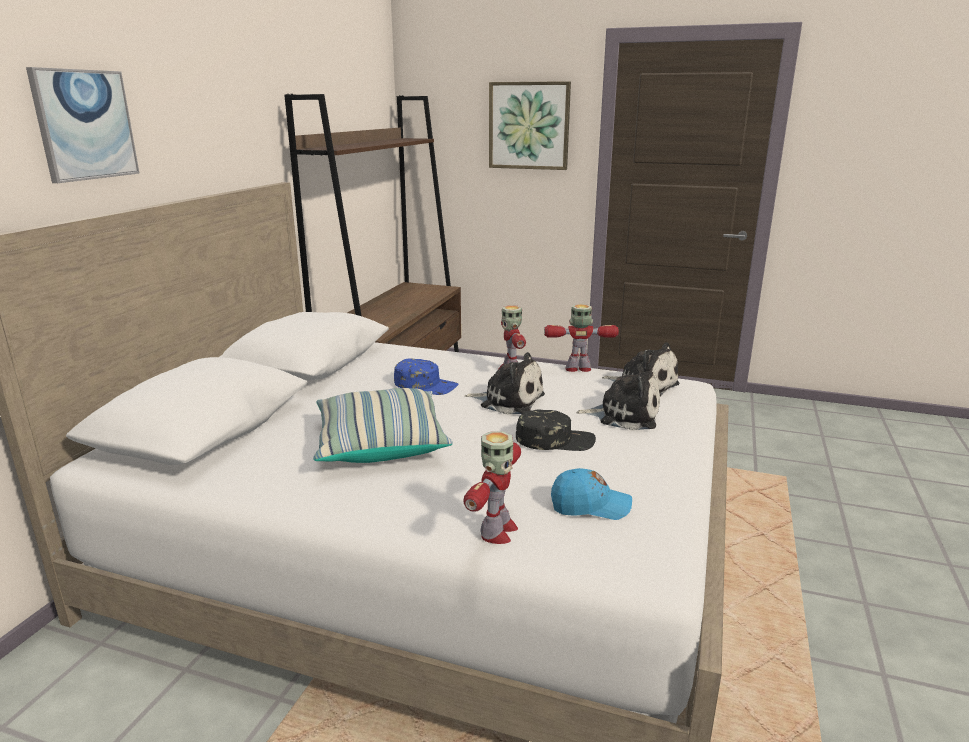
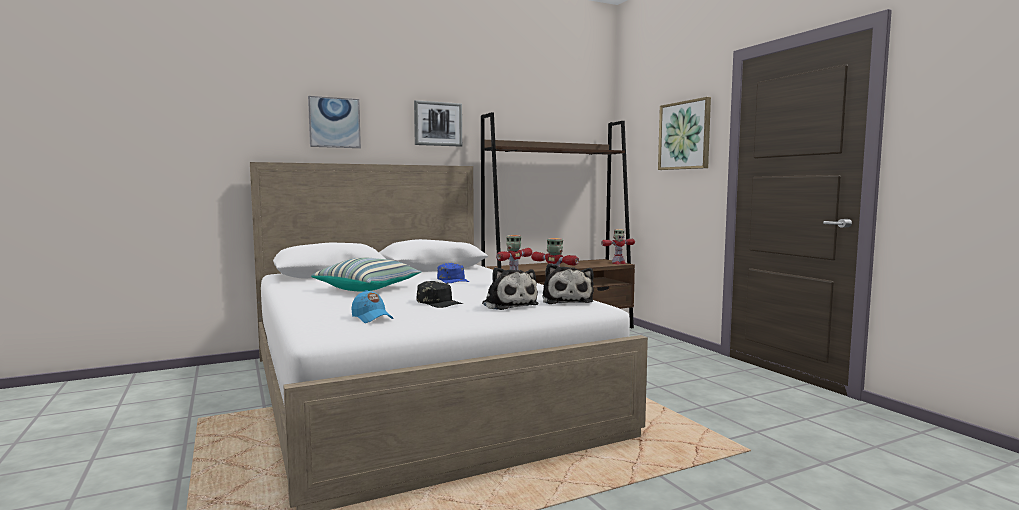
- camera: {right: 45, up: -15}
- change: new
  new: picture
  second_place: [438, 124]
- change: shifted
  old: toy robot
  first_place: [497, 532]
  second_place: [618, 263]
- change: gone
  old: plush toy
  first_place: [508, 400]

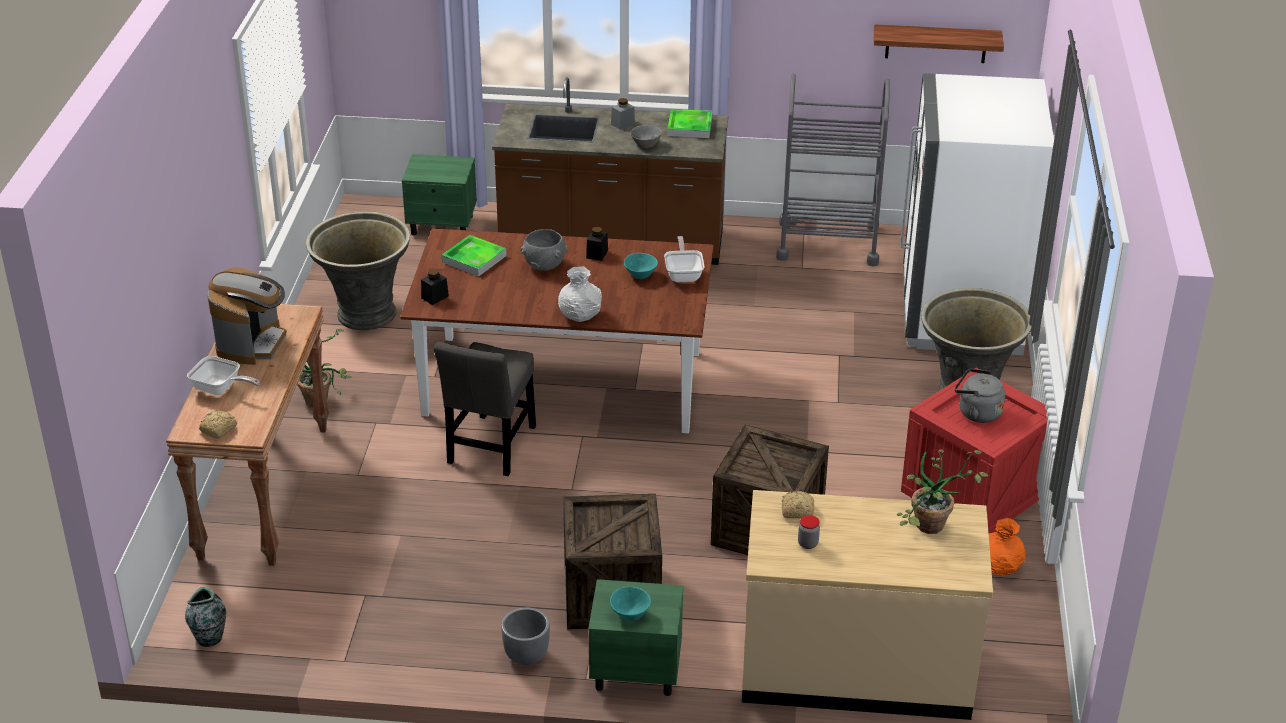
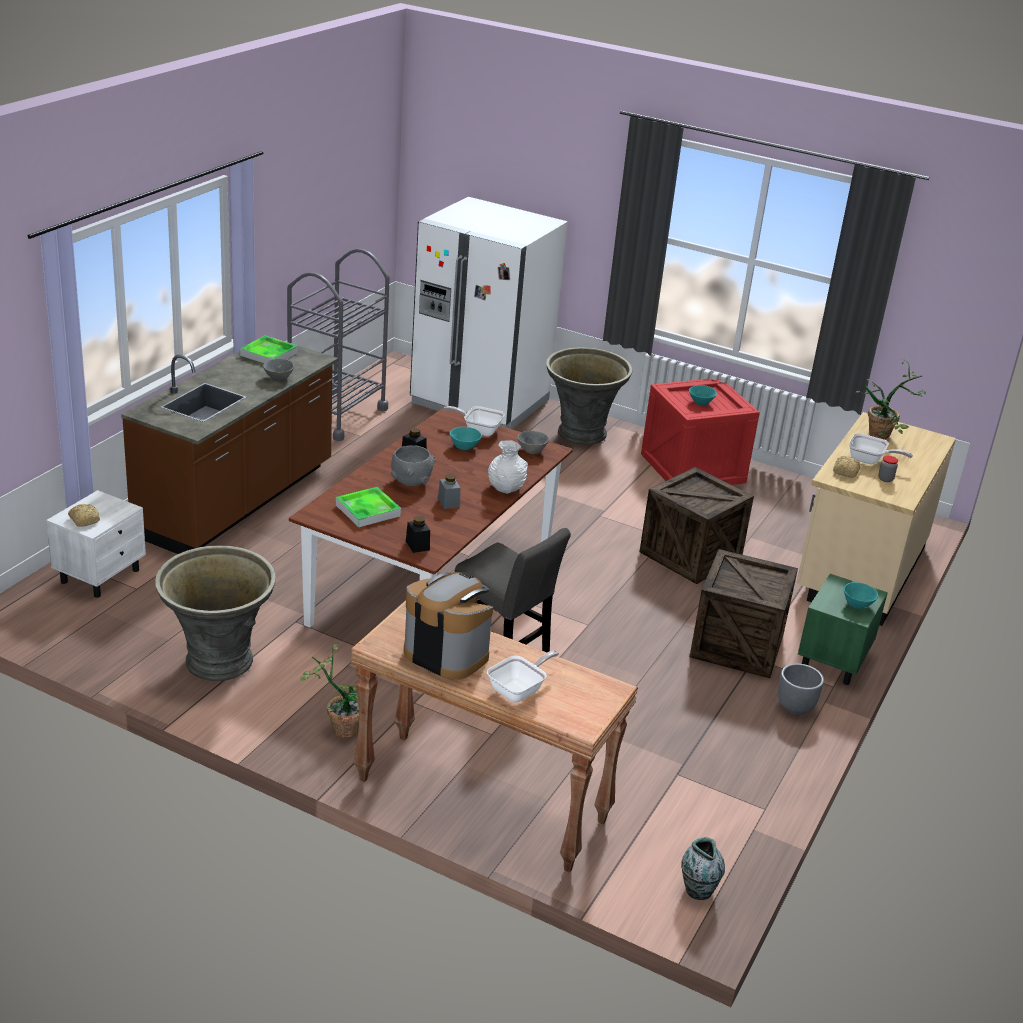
- camera: {right: -70, up: -5}
- change: repainted
  old: nightstand (green)
  new: nightstand (white)
  first_place: [443, 225]
  second_place: [101, 575]
- change: shifted
  old: bread
  first_place: [219, 429]
  second_place: [84, 520]
- change: shifted
  old: jar (grey)
  first_place: [622, 124]
  second_place: [448, 502]
- change: new
  new: bowl (grey)
  second_place: [532, 450]
- change: swapped
  old: kettle (grey)
  new: bowl (turquoise)
  first_place: [976, 412]
  second_place: [700, 402]
- change: new
  new: frying pan
  second_place: [869, 460]
- change: gone
  old: shelf
  first_place: [936, 43]
- change: gone
  old: vase (orange)
  first_place: [999, 568]

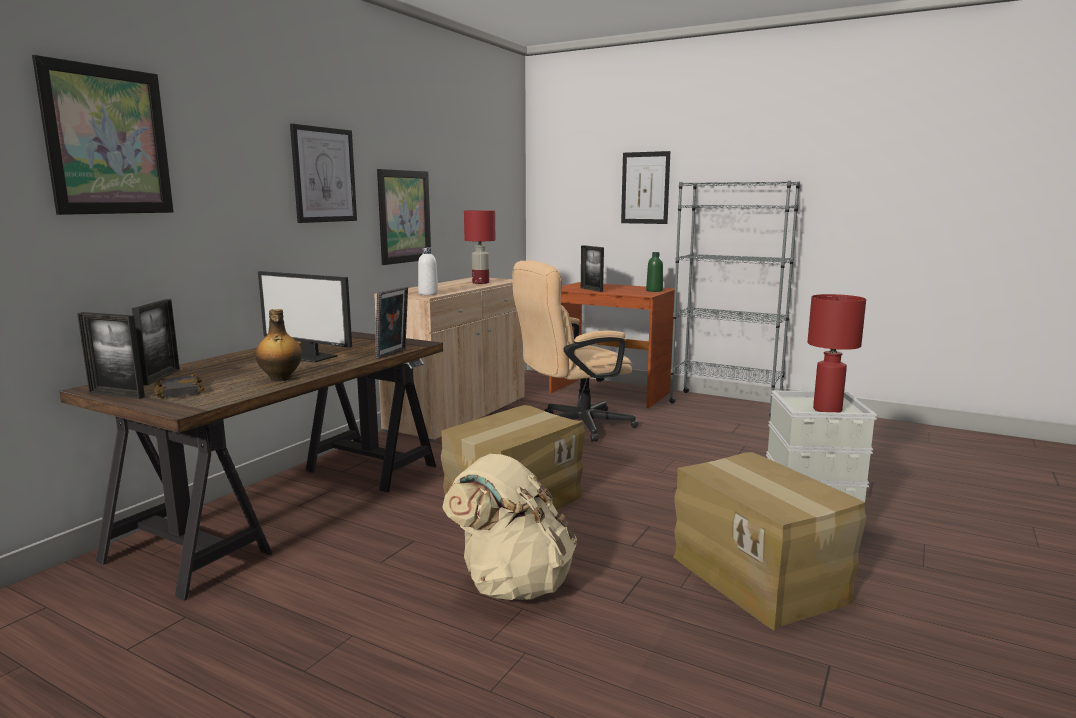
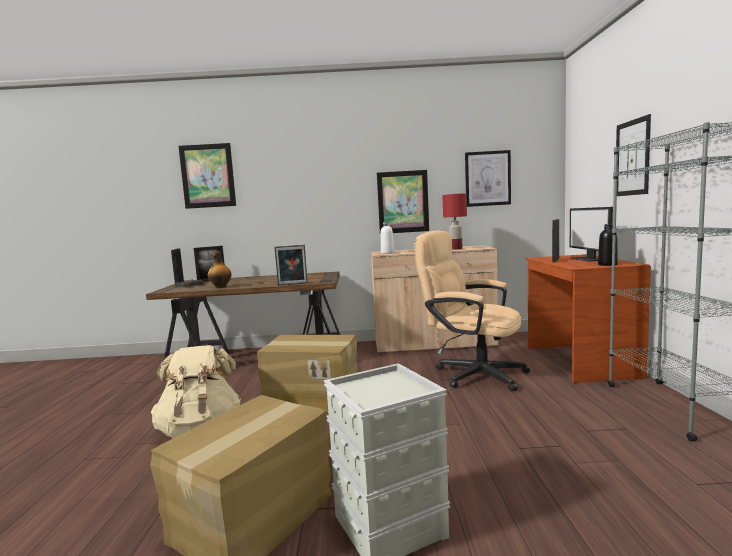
- camera: {right: 60, up: -5}
- change: shifted
  old: picture
  first_place: [324, 175]
  second_place: [487, 178]
- change: shifted
  old: monitor
  first_place: [308, 356]
  second_place: [589, 259]
- change: repainted
  old: bottle (green)
  new: bottle (black)
  first_place: [654, 290]
  second_place: [607, 264]
- change: gone
  old: table lamp (red)
  first_place: [826, 410]

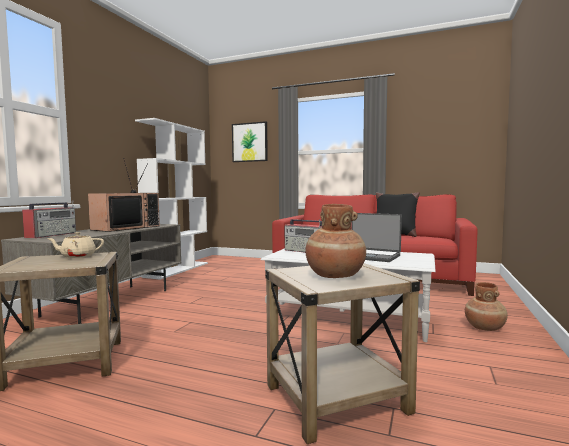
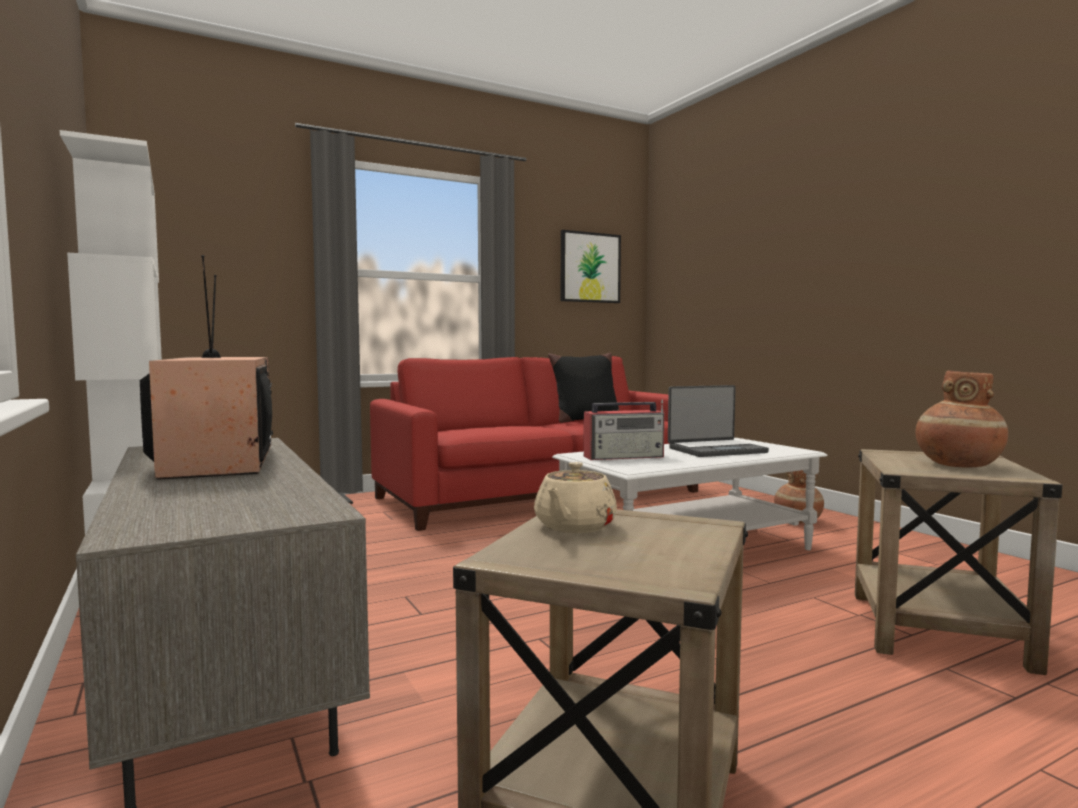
- camera: {right: -50, up: 0}
- change: shifted
  old: picture
  first_place: [250, 142]
  second_place: [590, 267]
- change: gone
  old: radio
  first_place: [52, 235]

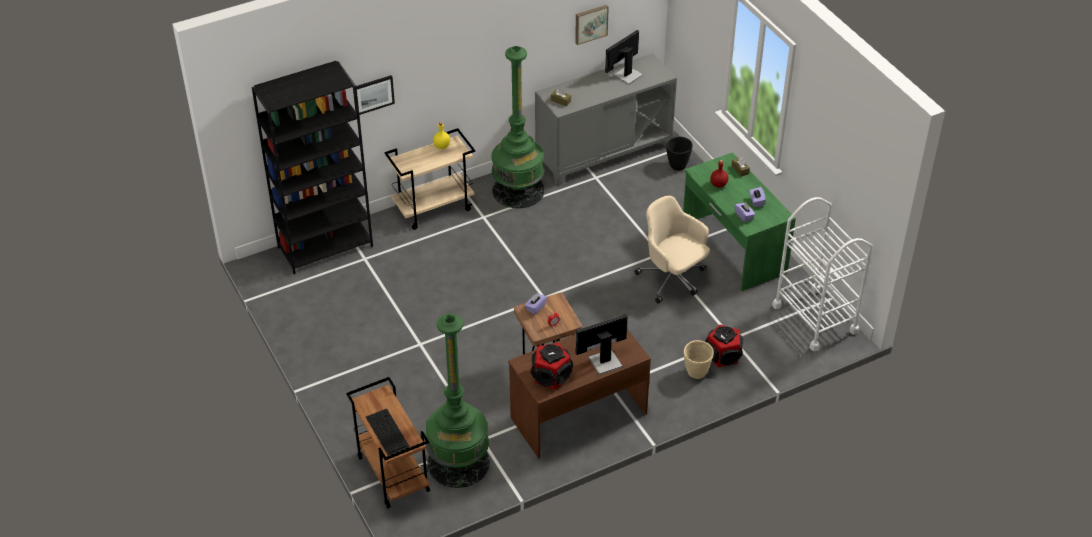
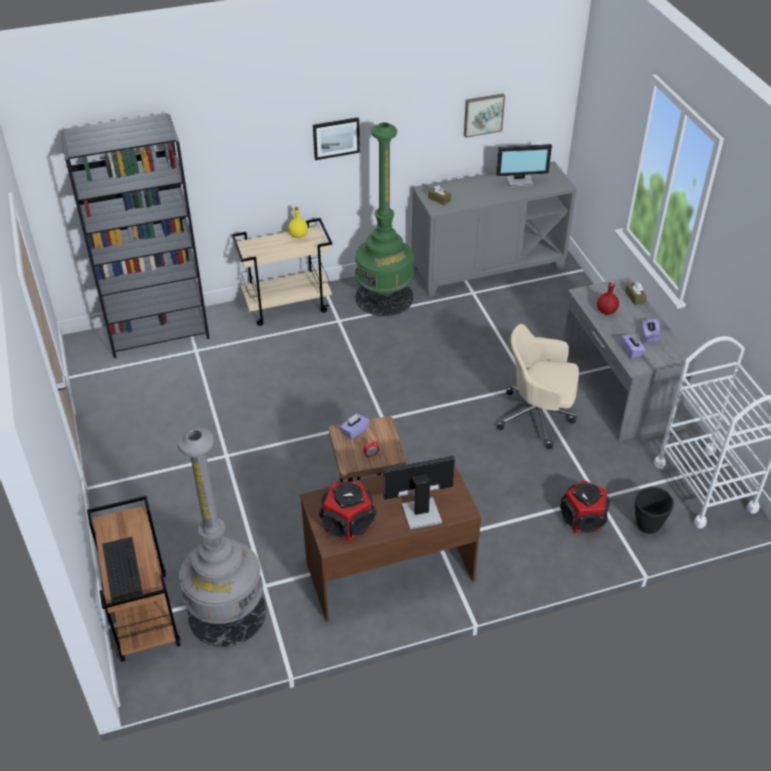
- camera: {right: 10, up: 0}
- change: repainted
  old: floor lamp (green)
  new: floor lamp (grey)
  first_place: [458, 463]
  second_place: [227, 612]
- change: shifted
  old: picture
  first_place: [373, 94]
  second_place: [336, 138]
- change: rotated
  old: monitor
  first_place: [626, 75]
  second_place: [519, 180]
  degrees: -150
- change: rotated
  old: office chair (beige)
  first_place: [672, 279]
  second_place: [538, 417]
  degrees: -45
- change: repainted
  old: desk (green)
  new: desk (grey)
  first_place: [732, 248]
  second_place: [615, 389]
- change: shifted
  old: planter (black)
  first_place: [677, 166]
  second_place: [647, 526]
- change: gone
  old: planter (beige)
  first_place: [696, 373]

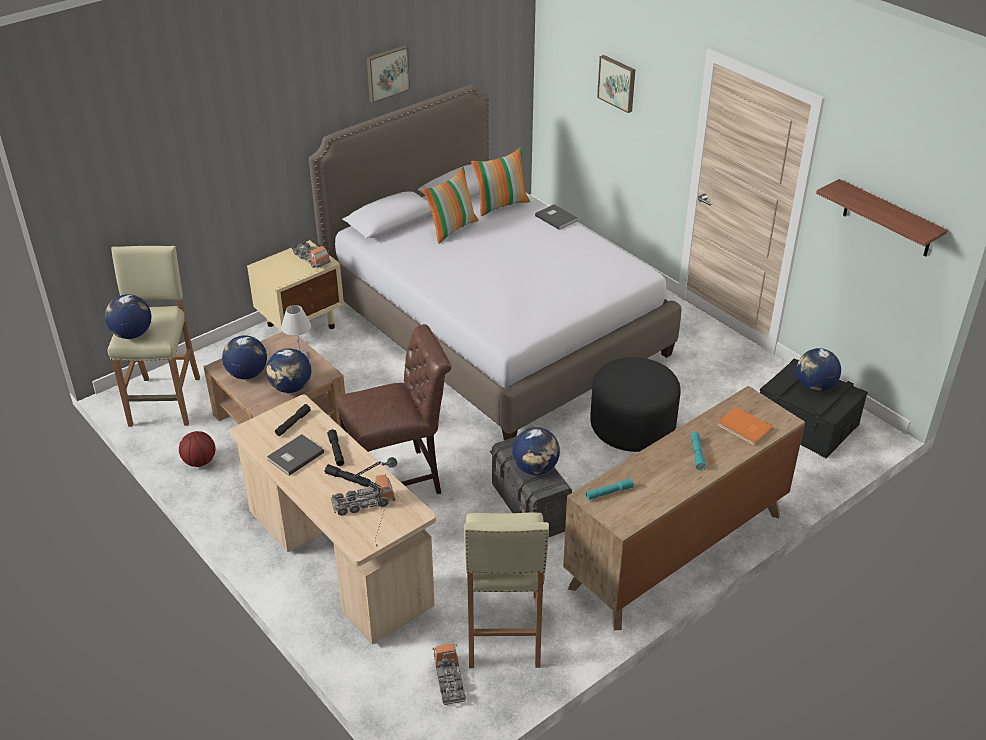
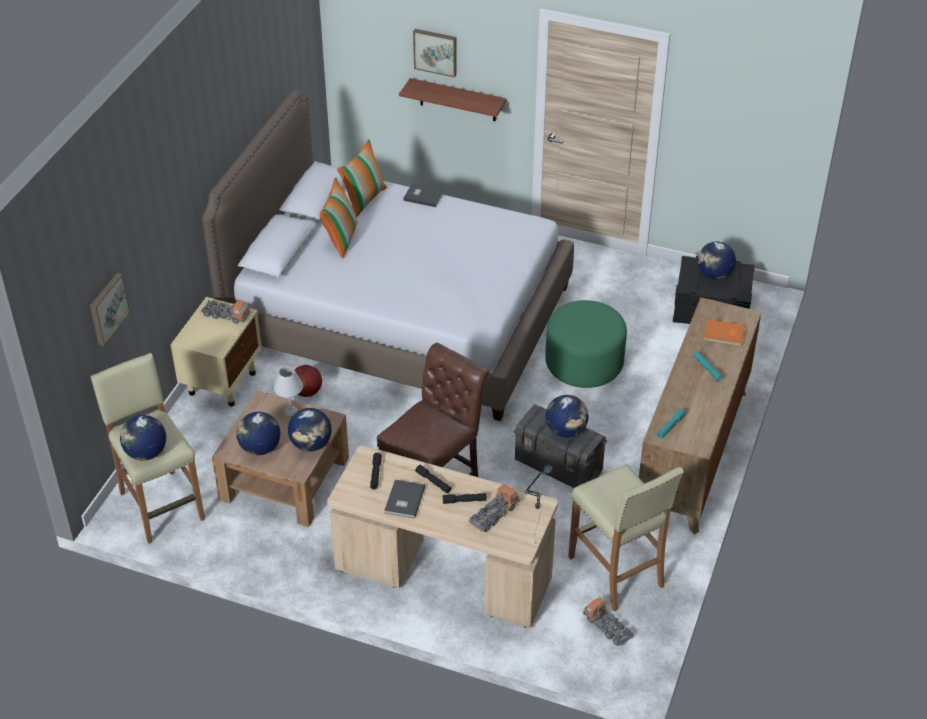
- camera: {right: -30, up: 5}
- change: shifted
  old: picture
  first_place: [387, 73]
  second_place: [107, 308]
- change: shifted
  old: basketball
  first_place: [199, 461]
  second_place: [306, 392]
- change: shifted
  old: shelf
  first_place: [887, 219]
  second_place: [458, 100]
- change: repainted
  old: ottoman (black)
  new: ottoman (green)
  first_place: [632, 426]
  second_place: [584, 363]

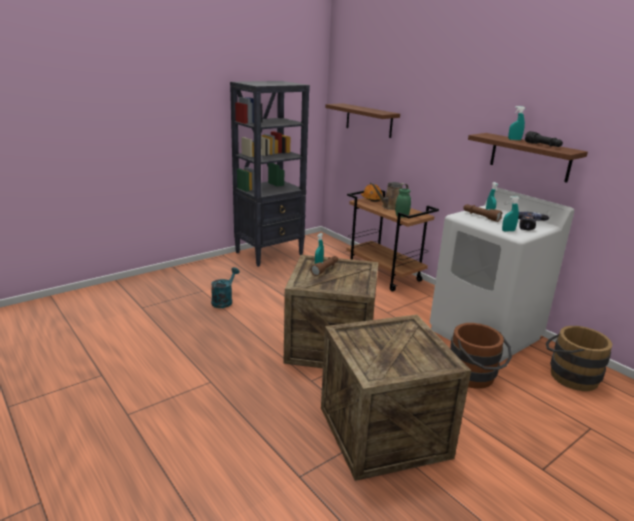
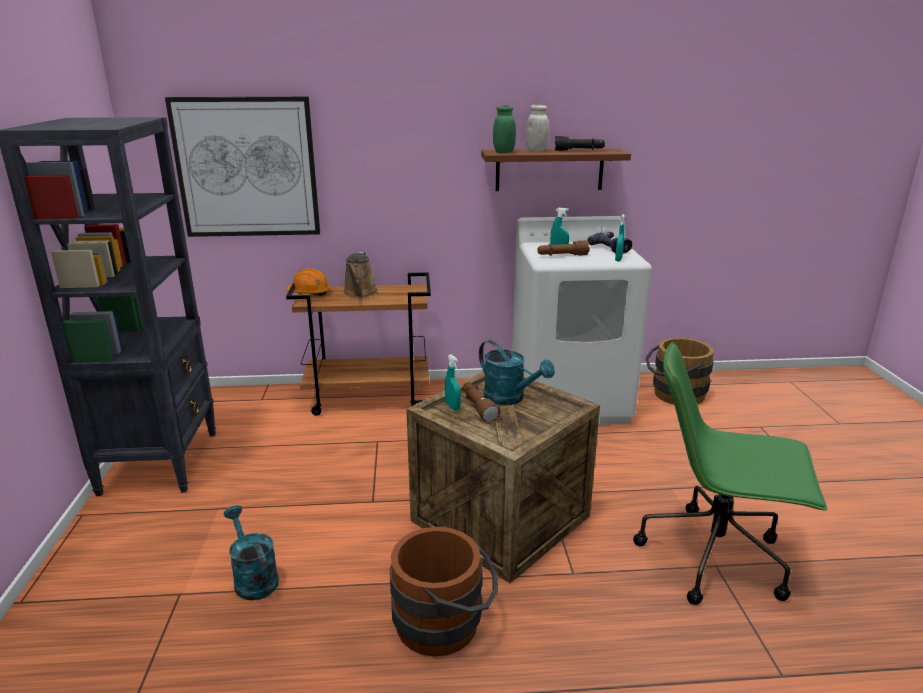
- camera: {right: -55, up: 0}
- change: swapped
  old: shelf
  new: picture
  first_place: [369, 120]
  second_place: [247, 168]
- change: shifted
  old: bucket (brown)
  first_place: [475, 377]
  second_place: [446, 623]
- change: new
  new: watering can (turquoise)
  second_place: [510, 398]
- change: shifted
  old: jar (green)
  first_place: [401, 216]
  second_place: [504, 152]
- change: swapped
  old: spray bottle (turquoise)
  new: jar (white)
  first_place: [514, 139]
  second_place: [536, 150]
- change: swapped
  old: crate
  new: office chair (green)
  first_place: [383, 431]
  second_place: [716, 557]

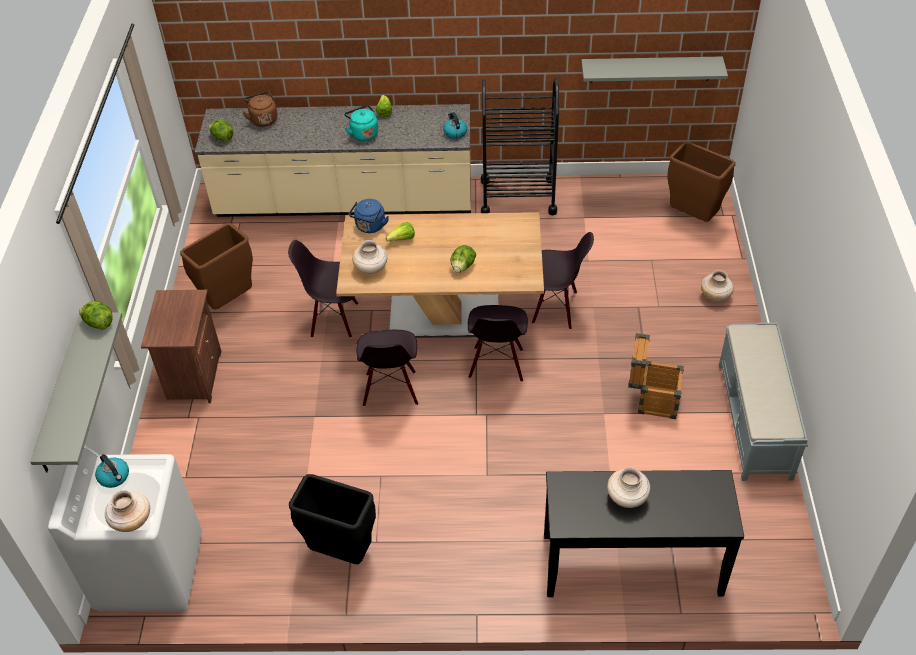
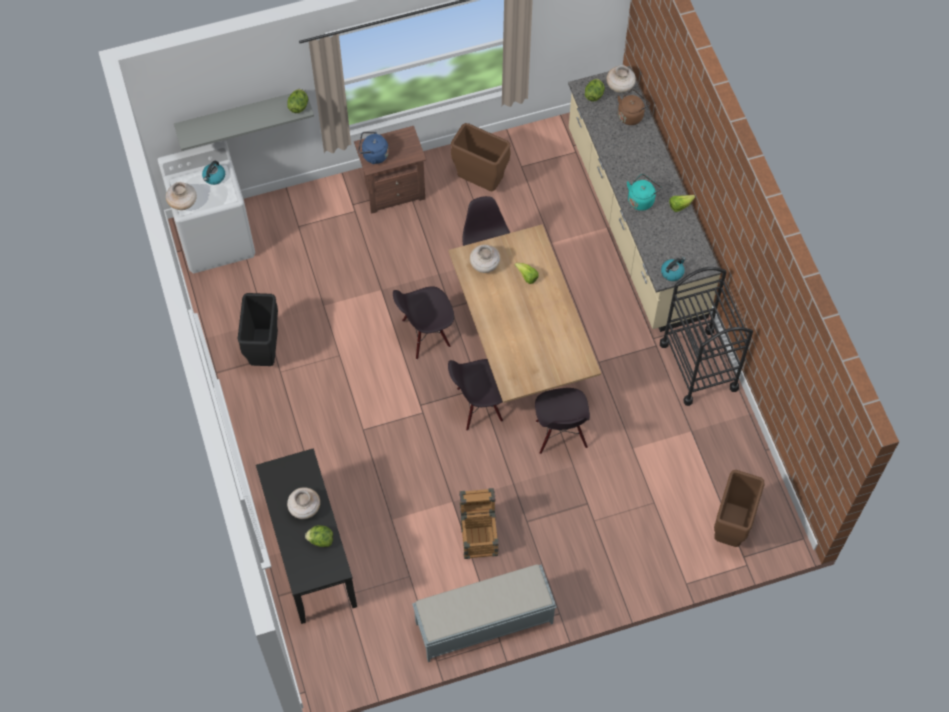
- camera: {right: 70, up: 15}
- change: shifted
  old: lettuce
  first_place: [462, 267]
  second_place: [320, 540]
- change: shifted
  old: kettle (blue)
  first_place: [370, 227]
  second_place: [373, 155]
- change: shifted
  old: vase (beige)
  first_place: [715, 296]
  second_place: [620, 86]
- change: gone
  old: shelf (grey)
  first_place: [650, 69]

